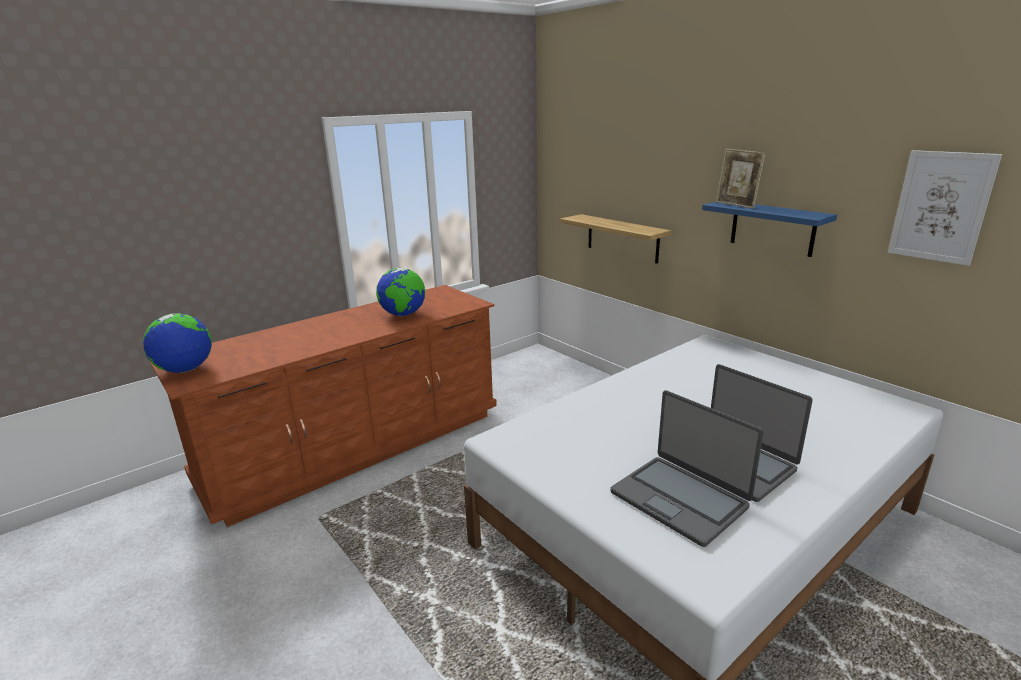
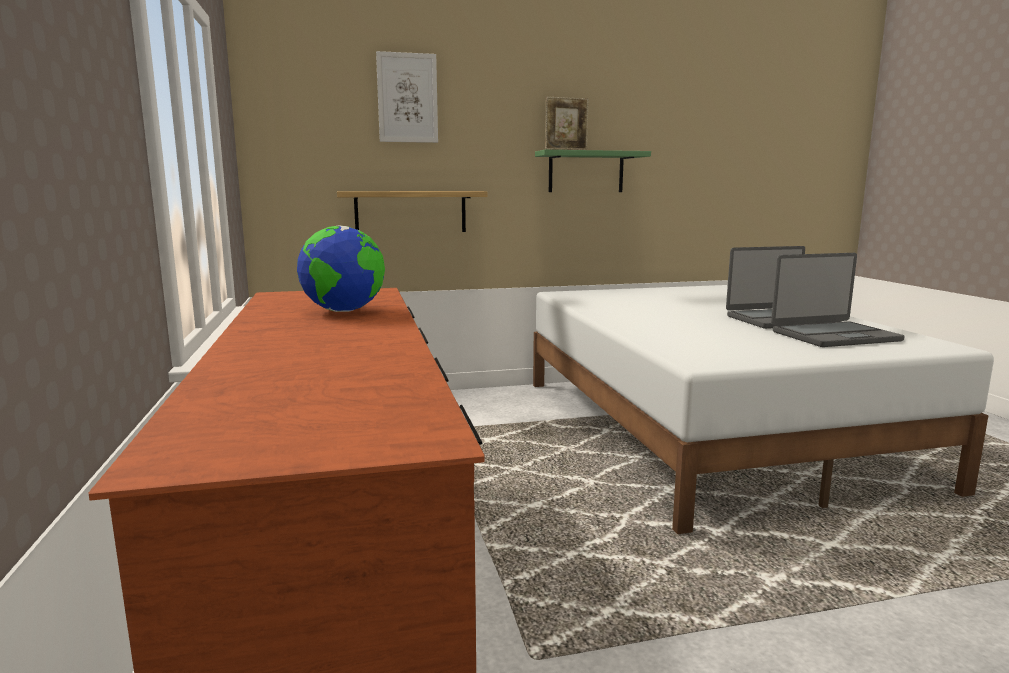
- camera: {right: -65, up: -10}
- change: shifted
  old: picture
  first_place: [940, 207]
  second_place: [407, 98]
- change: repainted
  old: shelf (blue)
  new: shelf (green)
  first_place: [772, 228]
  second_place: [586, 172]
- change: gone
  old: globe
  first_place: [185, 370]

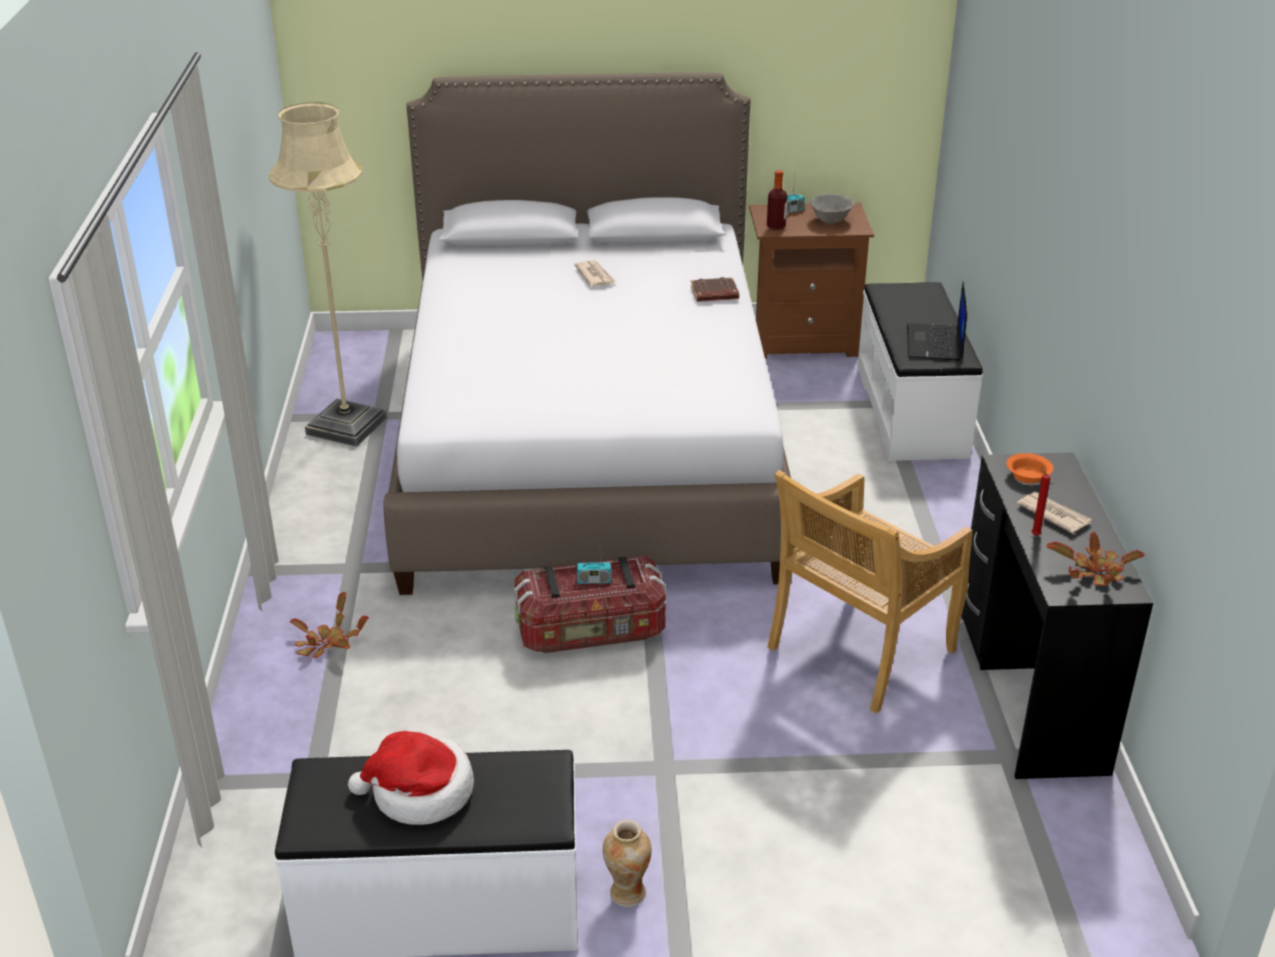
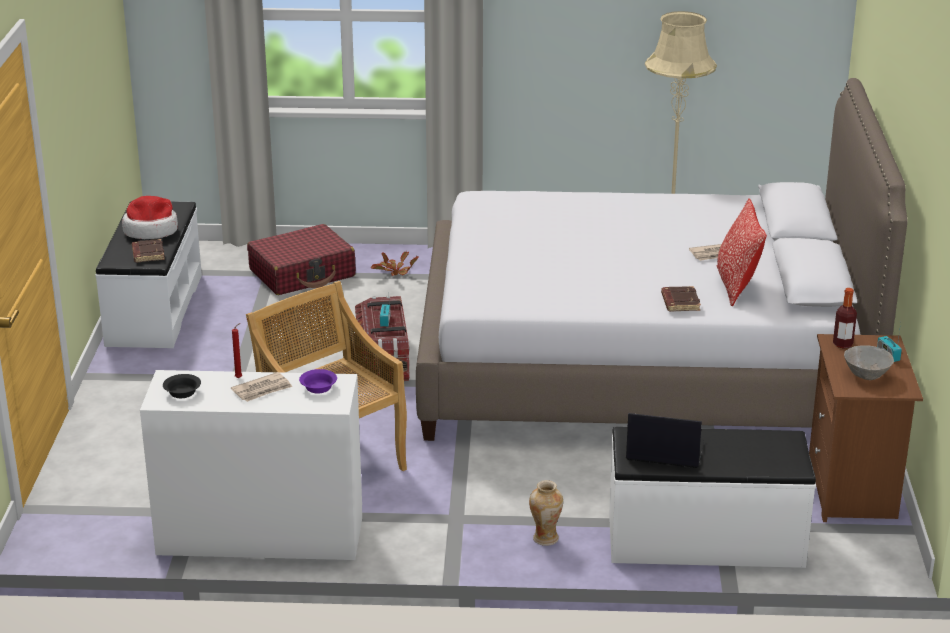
- camera: {right: 95, up: -5}
- change: new
  new: book (brown)
  second_place: [147, 254]
- change: repainted
  old: desk (black)
  new: desk (white)
  first_place: [1031, 691]
  second_place: [260, 535]
- change: swapped
  old: potted plant
  new: bowl (black)
  first_place: [1094, 573]
  second_place: [183, 393]
- change: new
  new: suitcase (red)
  second_place: [302, 273]
- change: repainted
  old: bowl (orange)
  new: bowl (purple)
  first_place: [1026, 476]
  second_place: [318, 387]
- change: shifted
  old: vase
  first_place: [627, 893]
  second_place: [545, 538]
- change: new
  new: pillow
  second_place: [736, 286]

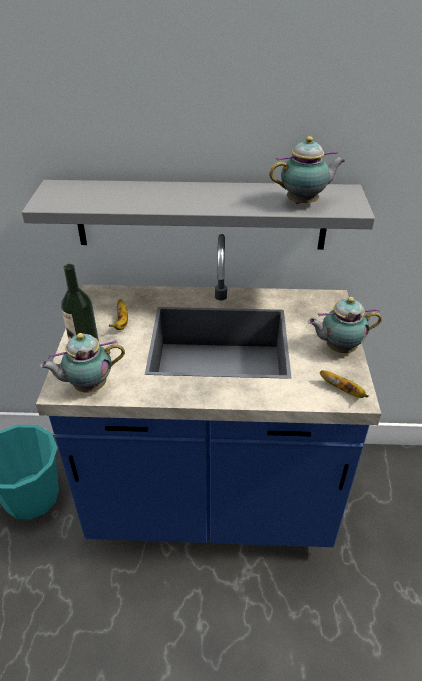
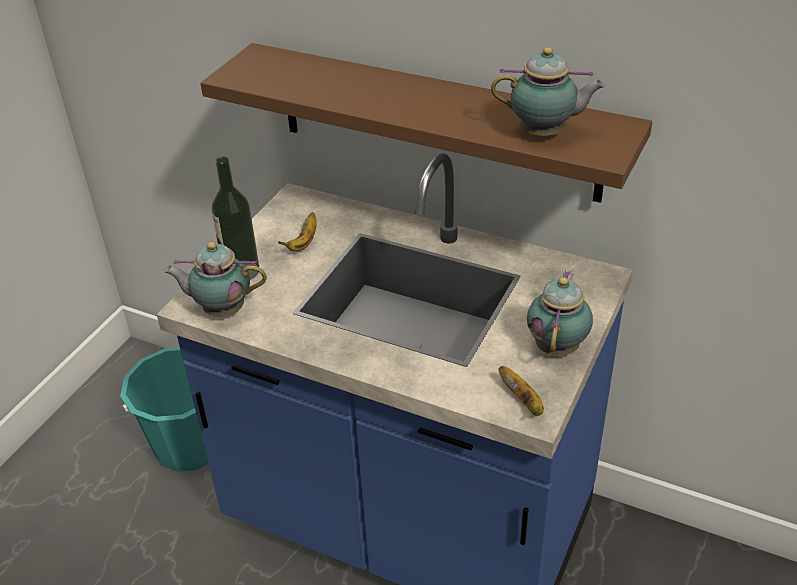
- camera: {right: 25, up: 0}
- change: repainted
  old: shelf (grey)
  new: shelf (brown)
  first_place: [201, 215]
  second_place: [436, 122]
- change: rotated
  old: teapot
  first_place: [338, 348]
  second_place: [557, 346]
  degrees: 90

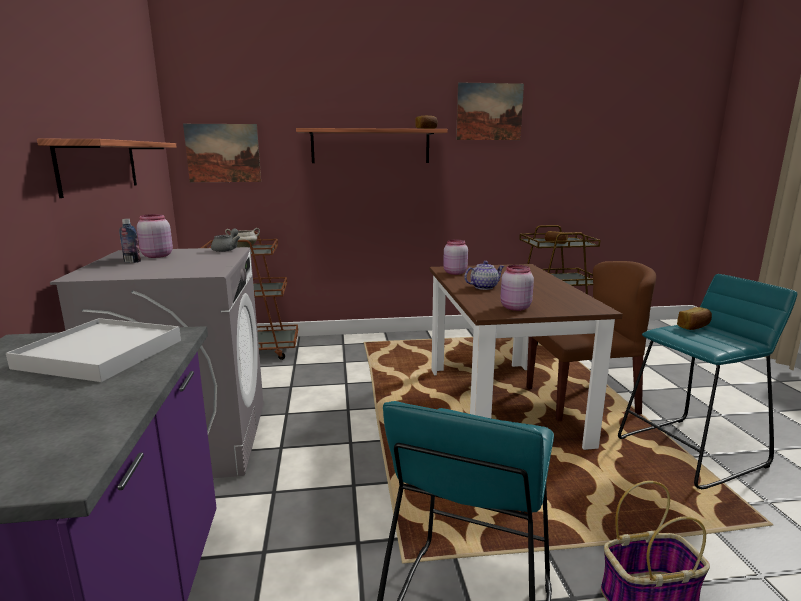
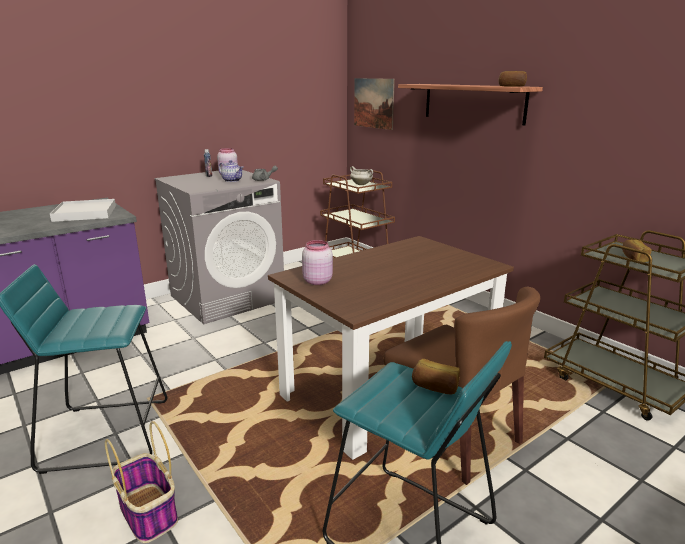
- camera: {right: 60, up: 5}
- change: shifted
  old: teapot
  first_place: [484, 287]
  second_place: [232, 180]
- change: gone
  old: shelf
  first_place: [99, 166]
- change: gone
  old: jar (pink)
  first_place: [454, 273]
- change: gone
  old: picture
  first_place: [489, 112]

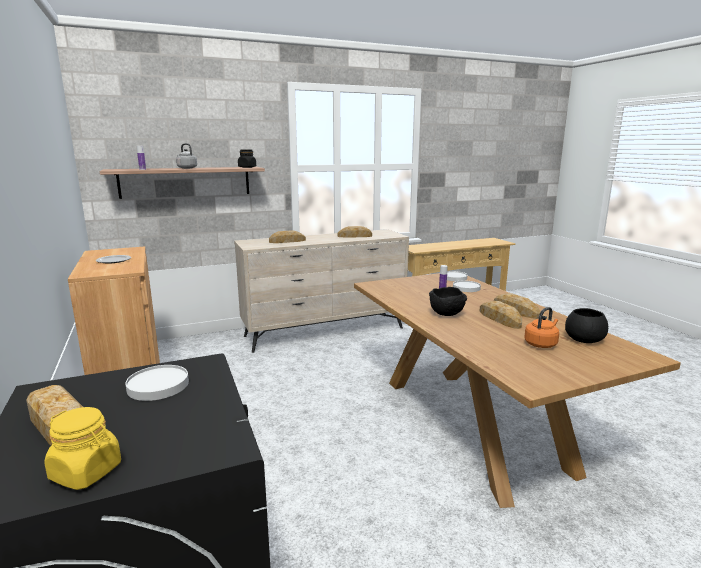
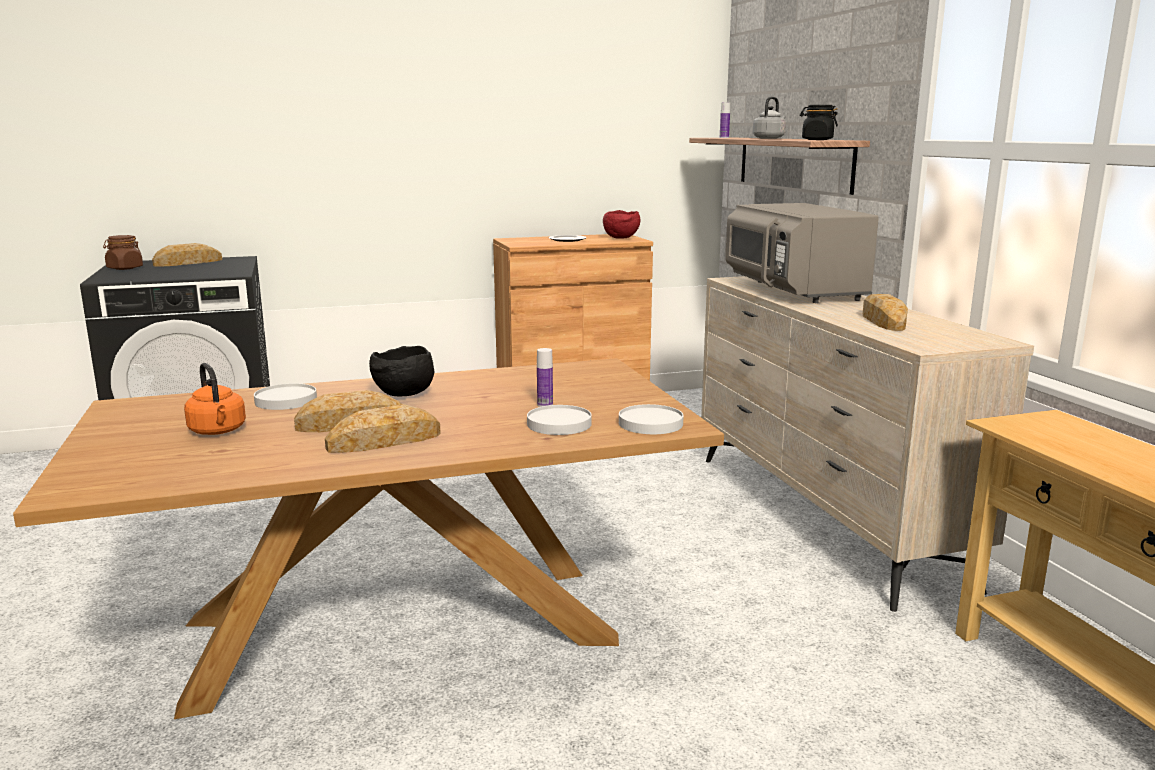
- camera: {right: 95, up: 0}
- change: repainted
  old: jar (yellow)
  new: jar (brown)
  first_place: [87, 472]
  second_place: [125, 268]
- change: shifted
  old: plate (white)
  first_place: [158, 385]
  second_place: [286, 400]
- change: new
  new: bowl (red)
  second_place: [621, 238]
- change: swapped
  old: bread
  new: microwave (grey)
  first_place: [287, 241]
  second_place: [792, 290]
- change: gone
  old: bowl (black)
  first_place: [583, 339]

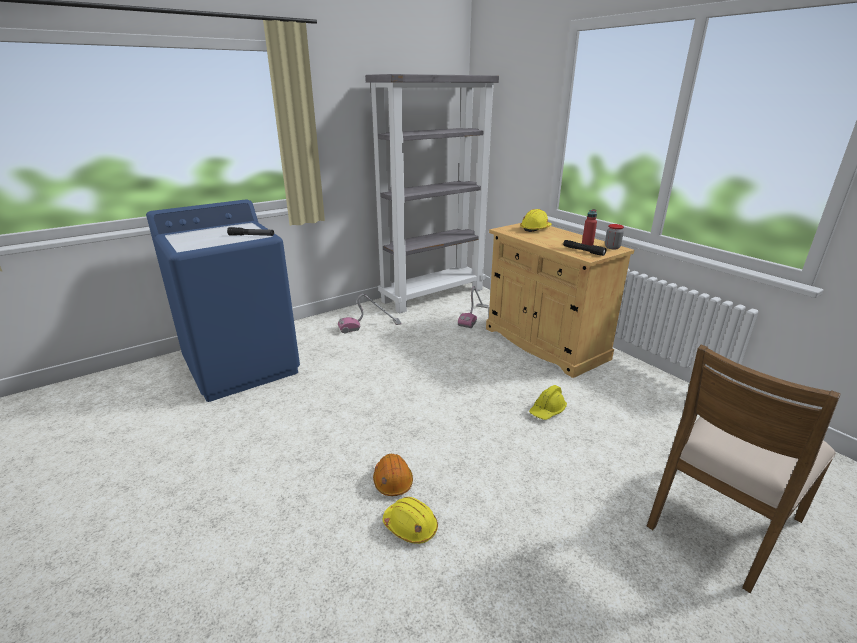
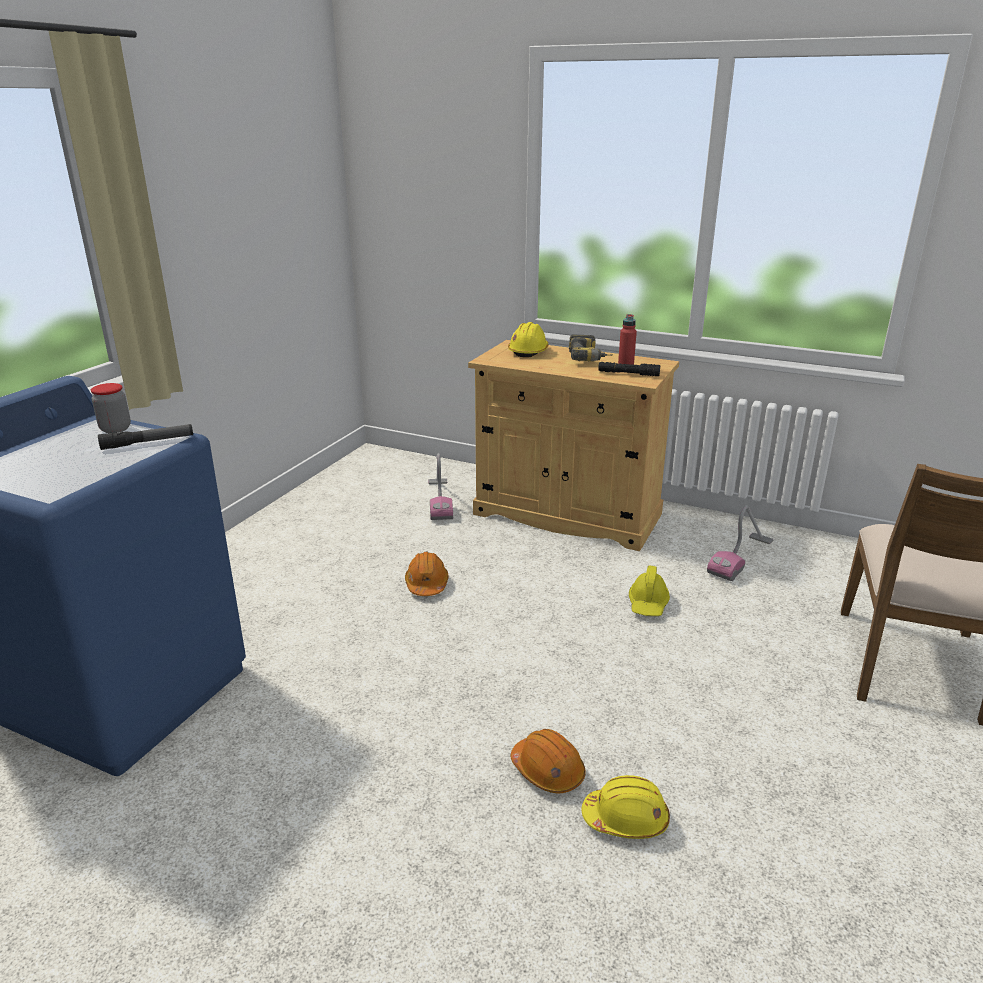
- camera: {right: -30, up: 0}
- change: shifted
  old: jar
  first_place: [612, 247]
  second_place: [115, 429]
- change: new
  new: hard hat (orange)
  second_place: [426, 584]
- change: new
  new: power drill
  second_place: [589, 359]
- change: shifted
  old: vacuum cleaner
  first_place: [370, 326]
  second_place: [741, 557]
- change: gone
  old: bookcase (grey)
  first_place: [433, 295]

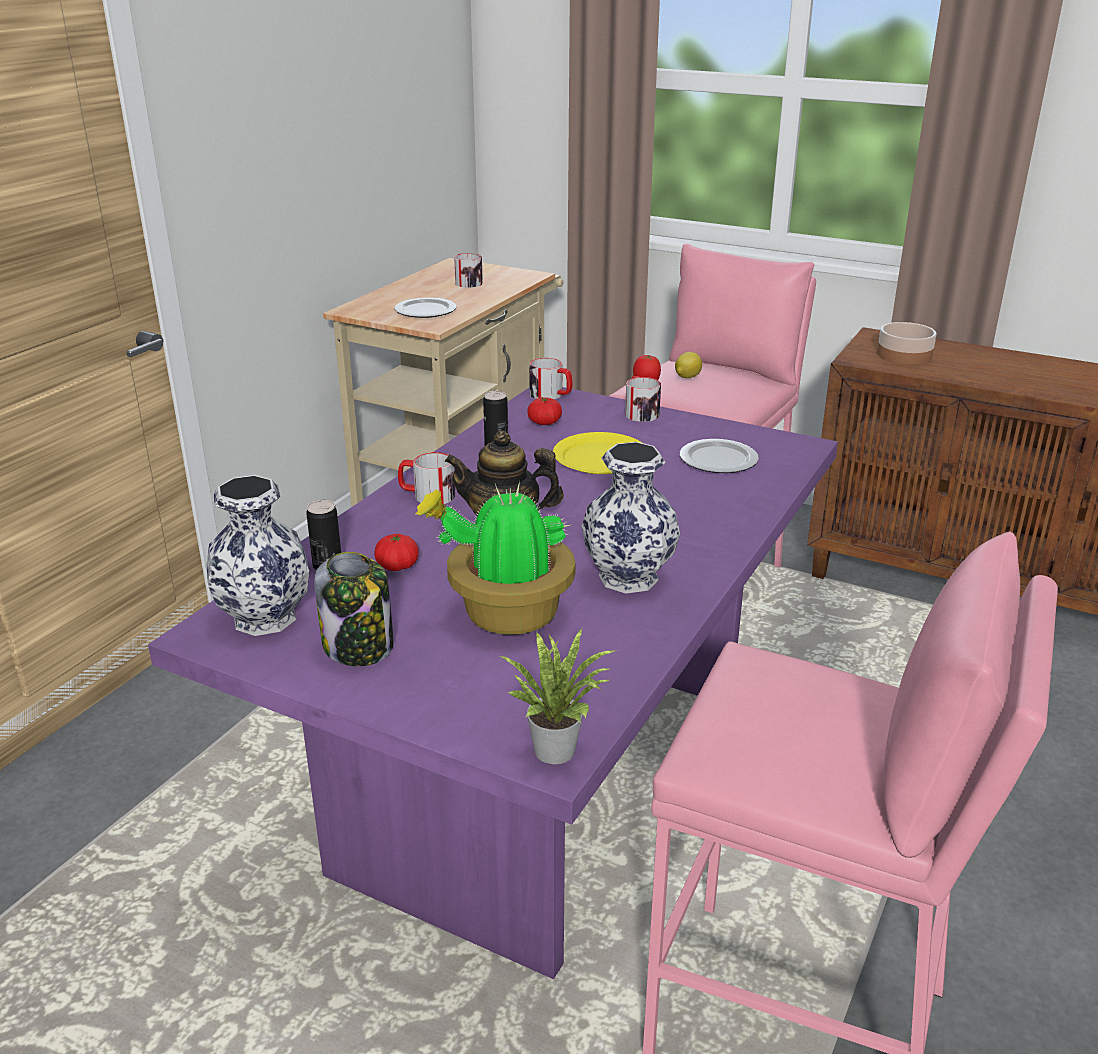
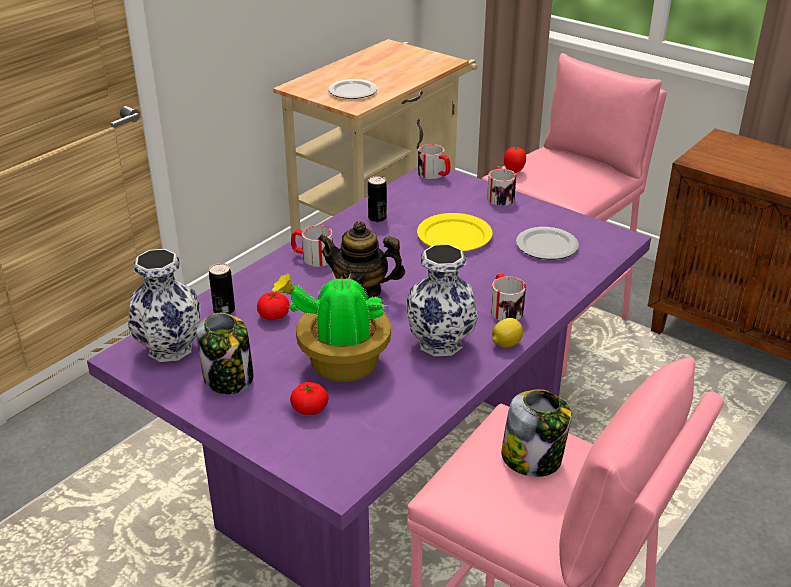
- camera: {right: 10, up: 5}
- change: shifted
  old: tomato
  first_place: [544, 422]
  second_place: [310, 409]
- change: shifted
  old: mug
  first_place: [466, 282]
  second_place: [504, 308]
- change: shifted
  old: lemon
  first_place: [687, 377]
  second_place: [505, 344]
- change: new
  new: jar
  second_place: [533, 459]
- change: gone
  old: potted plant
  first_place: [558, 748]
- change: gone
  old: bowl
  first_place: [904, 355]

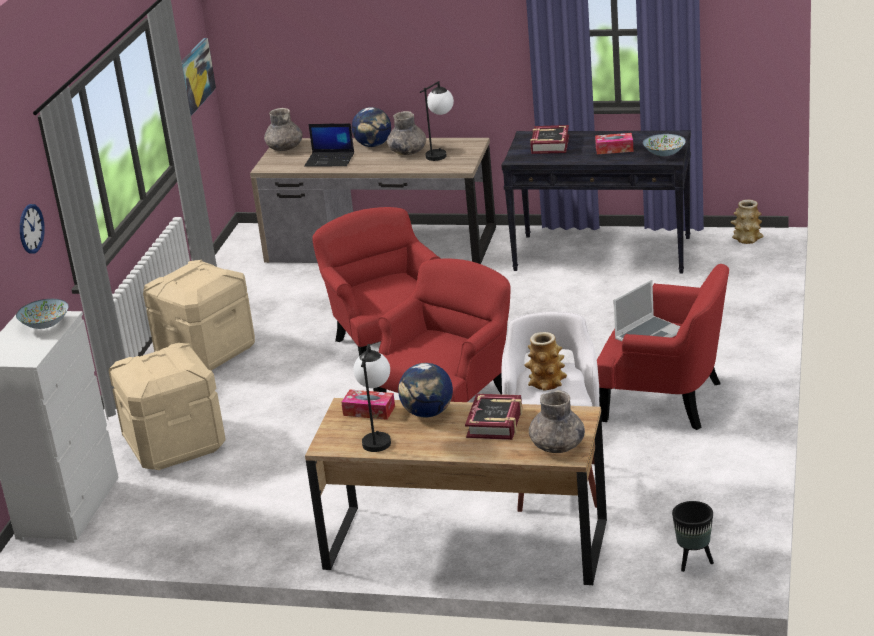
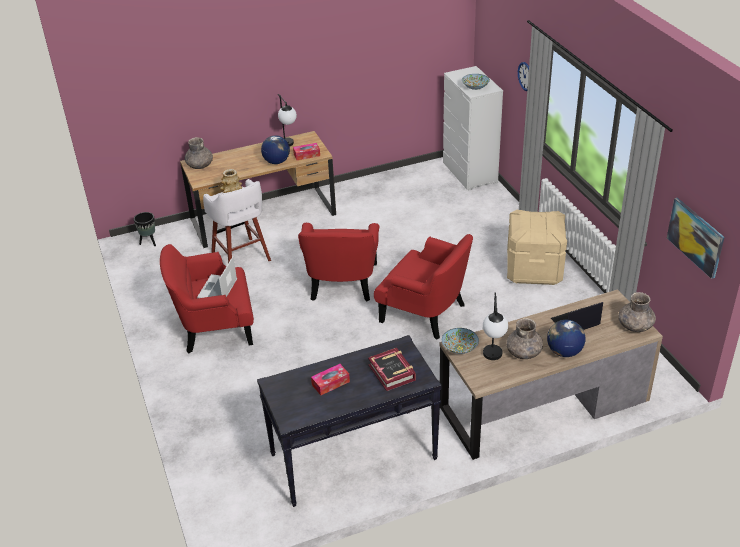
- camera: {right: 145, up: 10}
- change: shifted
  old: bowl
  first_place: [664, 154]
  second_place: [459, 348]
- change: gone
  old: storage box (beige)
  first_place: [174, 444]
- change: gone
  old: book
  first_place: [495, 423]
- change: gone
  old: vase
  first_place: [747, 239]

